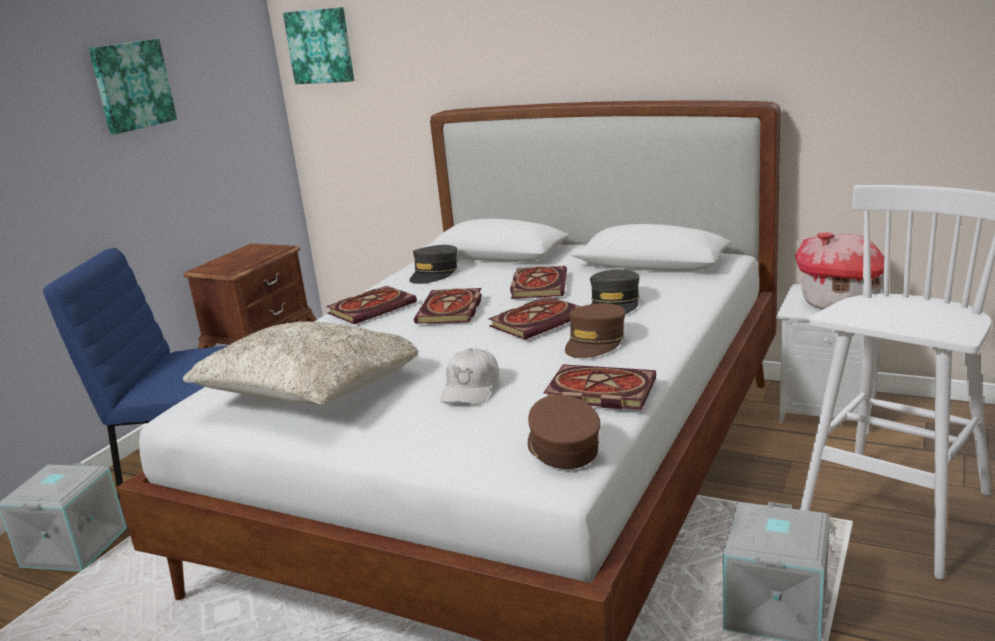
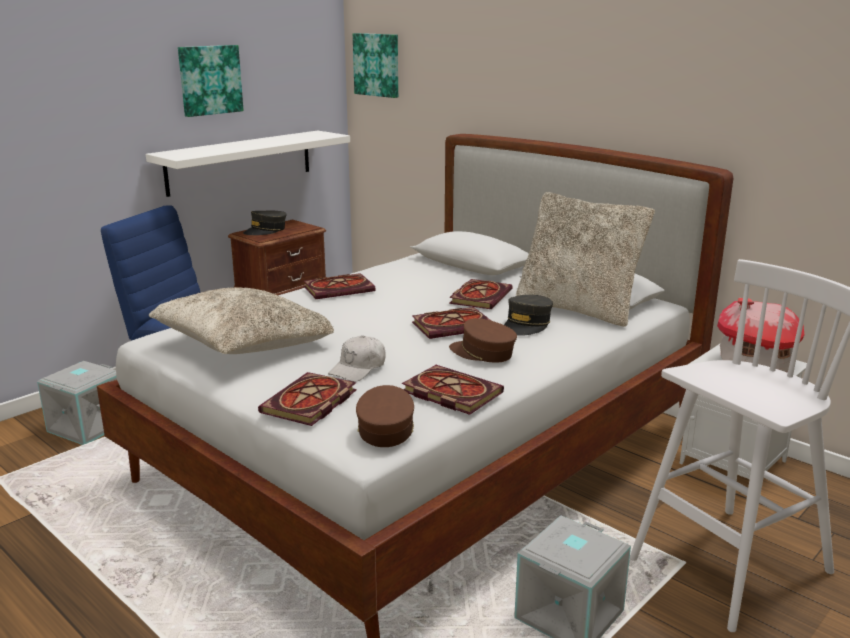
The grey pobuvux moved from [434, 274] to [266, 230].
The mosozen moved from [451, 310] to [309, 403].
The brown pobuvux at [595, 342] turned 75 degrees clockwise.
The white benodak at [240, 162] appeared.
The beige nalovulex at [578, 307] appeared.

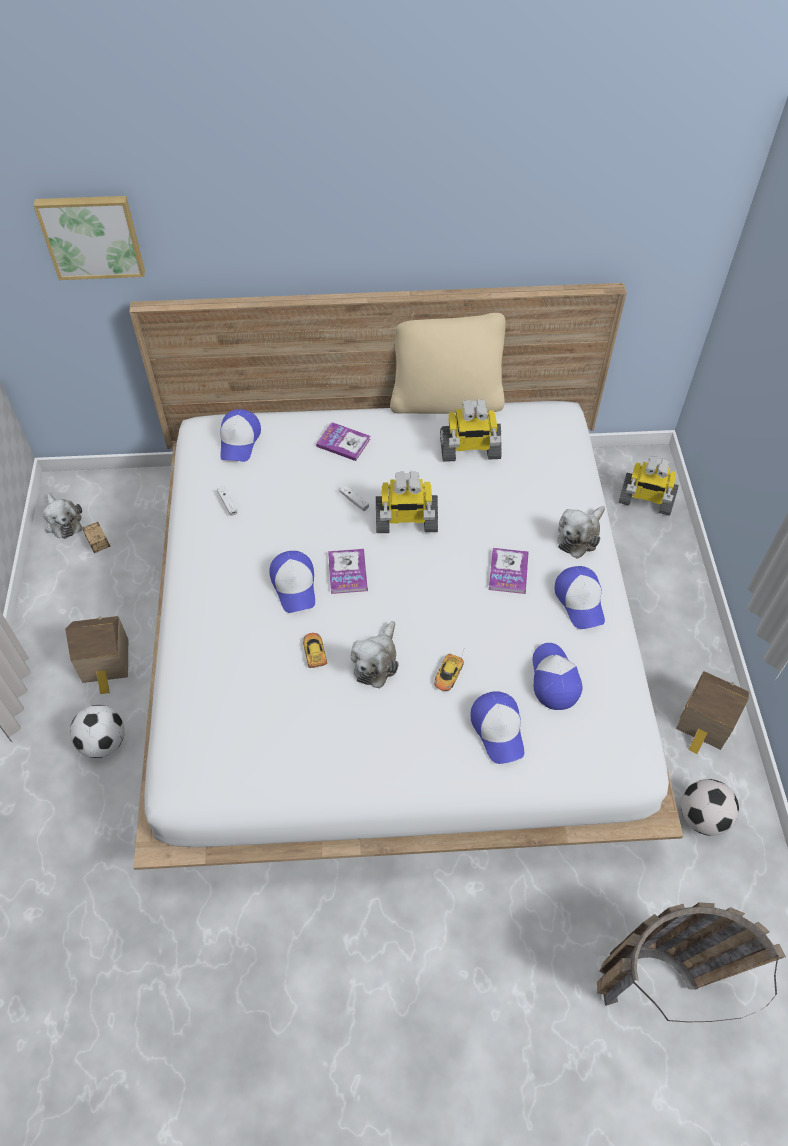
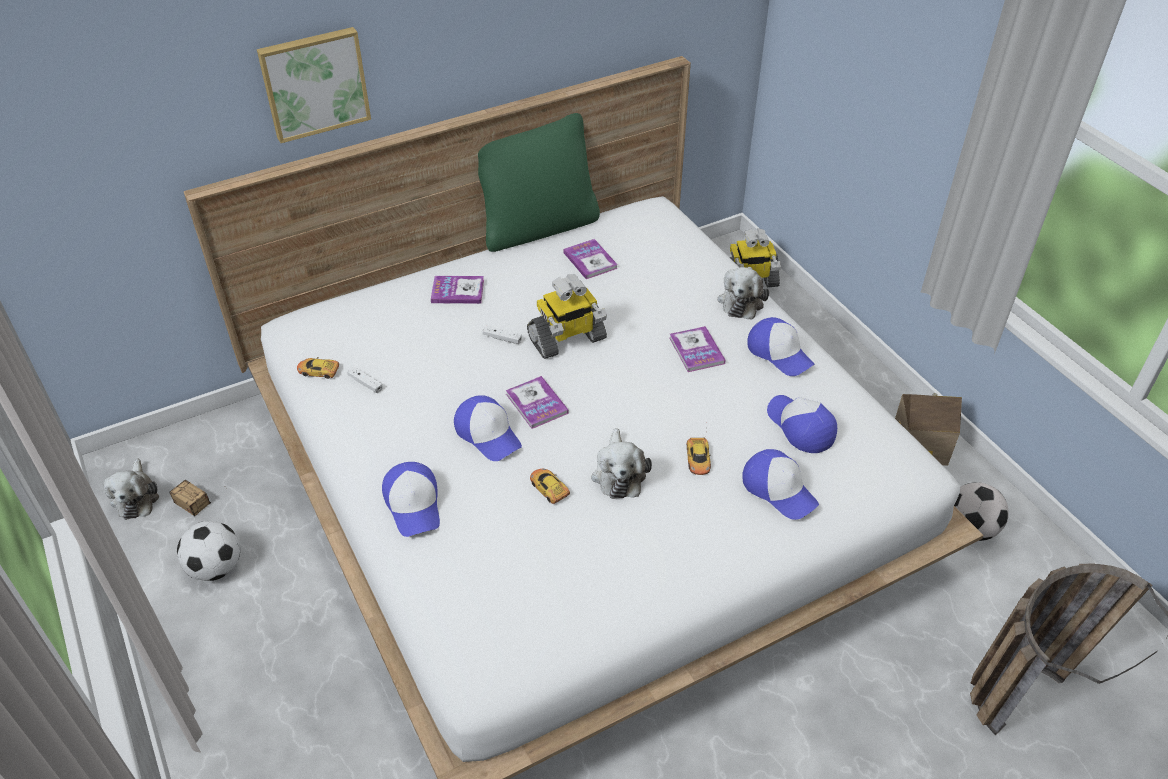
The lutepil moved from [92, 235] to [314, 83].
The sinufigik at [63, 521] turned 45 degrees clockwise.
The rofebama at [106, 663] disappeared.
The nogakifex moved from [103, 742] to [215, 568].
The pobuvux moved from [239, 441] to [414, 504].
The beige nalovulex at [446, 399] became the green nalovulex at [537, 226].
The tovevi at [469, 450] was replaced by the mosozen at [590, 260].
The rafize at [318, 370] appeared.

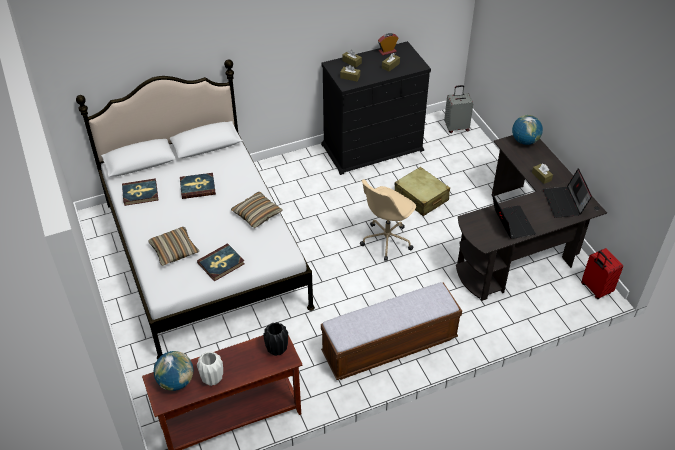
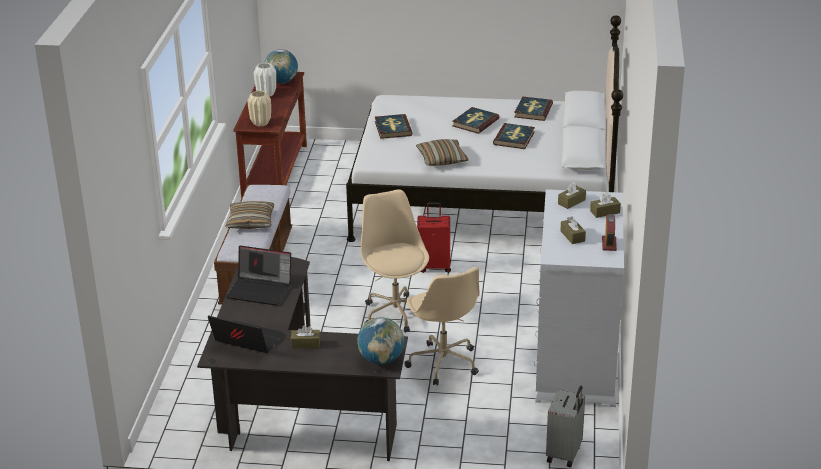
The nalovulex moved from [174, 250] to [250, 221].
The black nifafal at [276, 349] became the beige nifafal at [261, 123].
The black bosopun at [372, 147] became the white bosopun at [576, 361].
The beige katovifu at [421, 198] was replaced by the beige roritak at [444, 365].
The red katovifu moved from [595, 289] to [434, 266].
The mosozen at [475, 122] appeared.

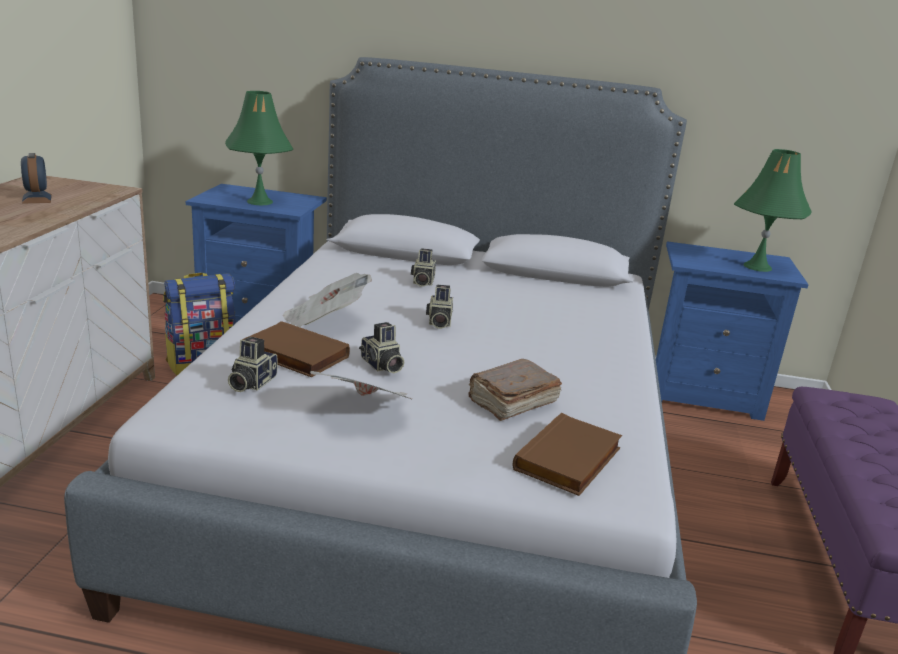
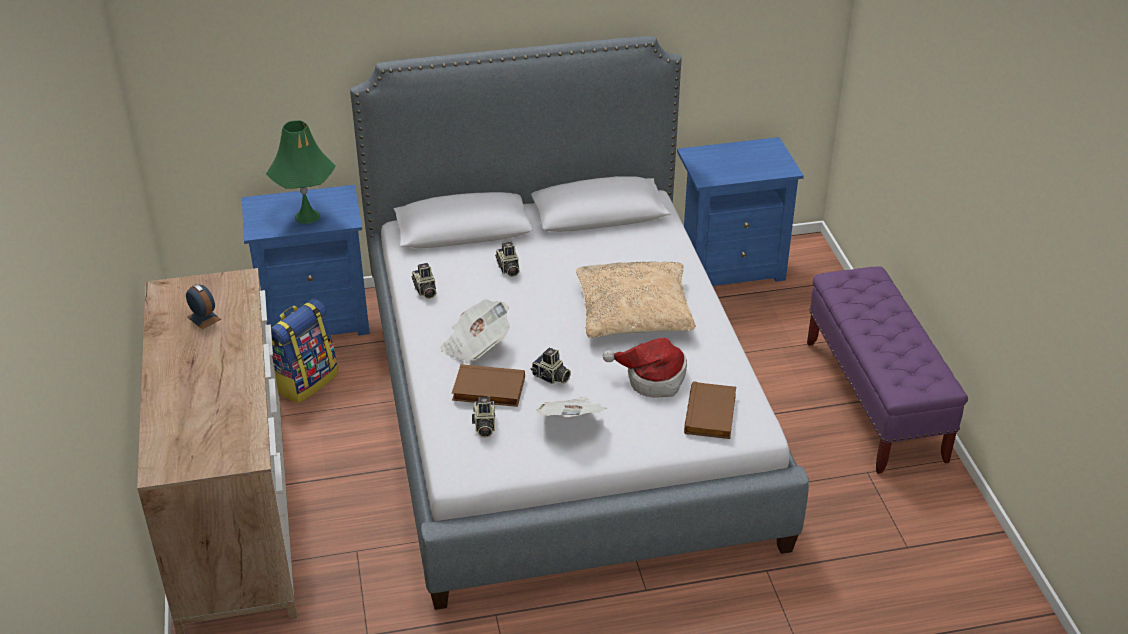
The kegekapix moved from [438, 322] to [425, 290].
The brown mosozen at [511, 402] was replaced by the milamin at [652, 379].
The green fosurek at [757, 266] disappeared.
The beige nalovulex at [635, 312] appeared.

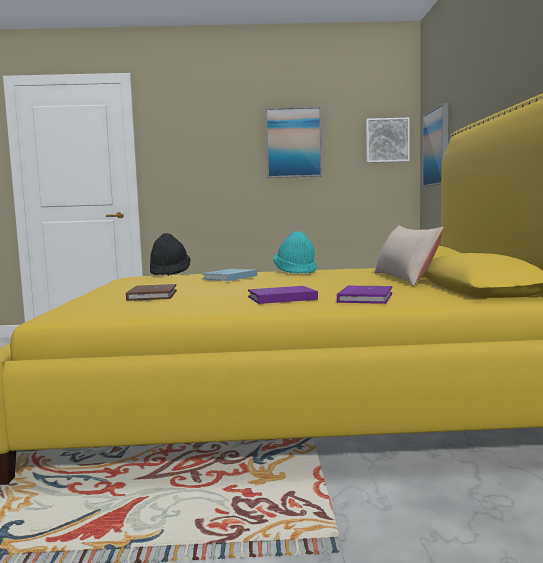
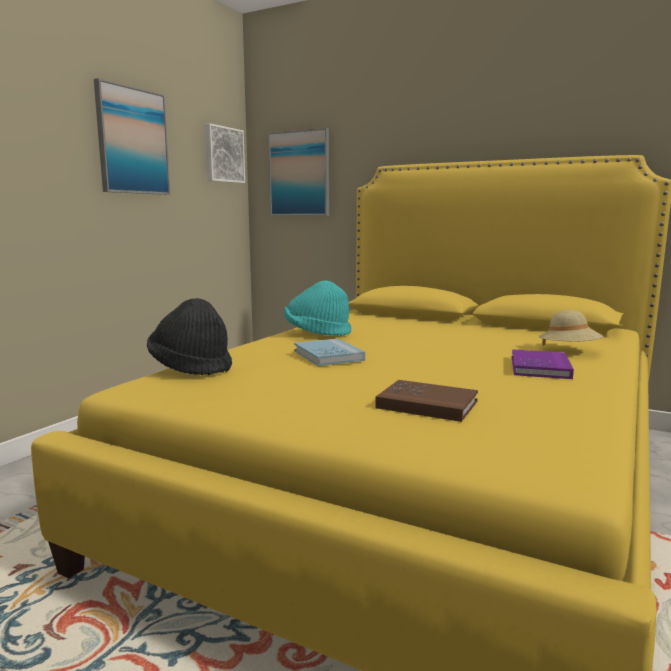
The purple mosozen at [365, 298] was replaced by the beige milamin at [569, 351].
The beige nalovulex at [405, 278] disappeared.

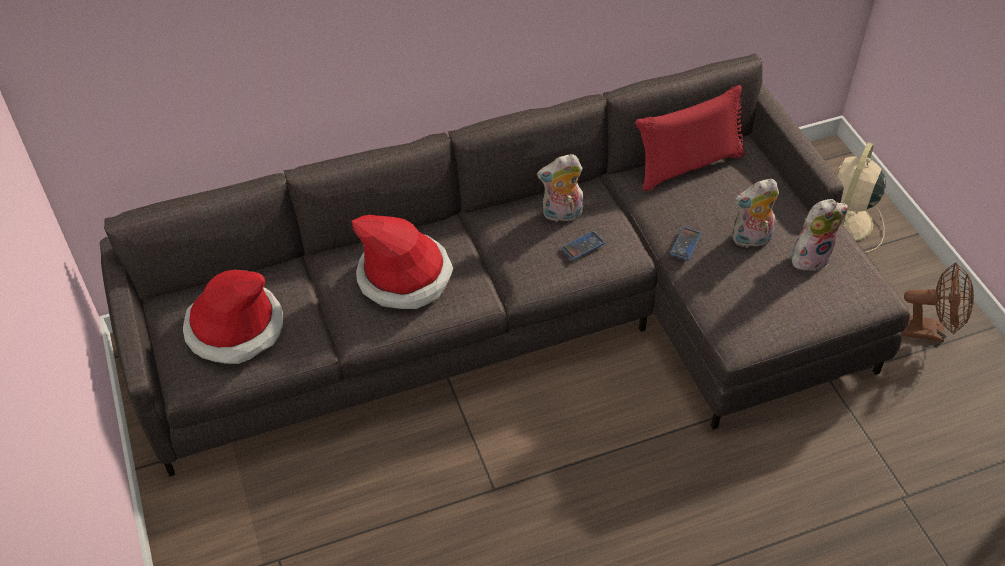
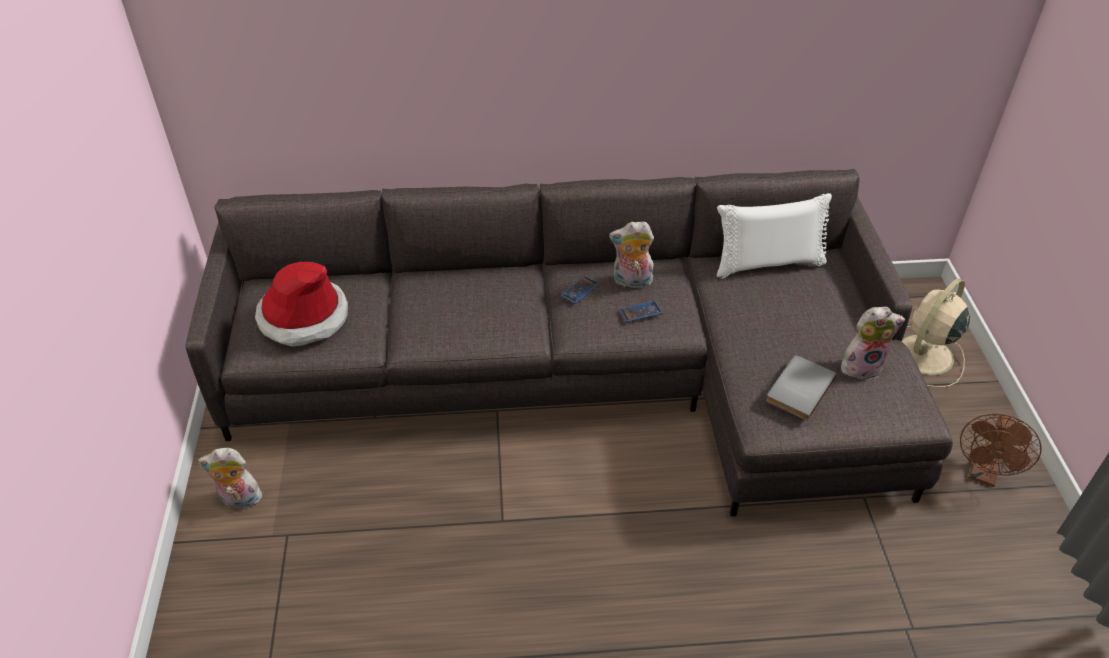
The milamin at [405, 276] disappeared.
The red nalovulex at [687, 165] became the white nalovulex at [768, 263].
The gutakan moved from [685, 244] to [580, 290].
The sinufigik moved from [751, 240] to [239, 500].
The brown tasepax at [930, 331] turned 90 degrees clockwise.
The grey mosozen at [798, 388] appeared.

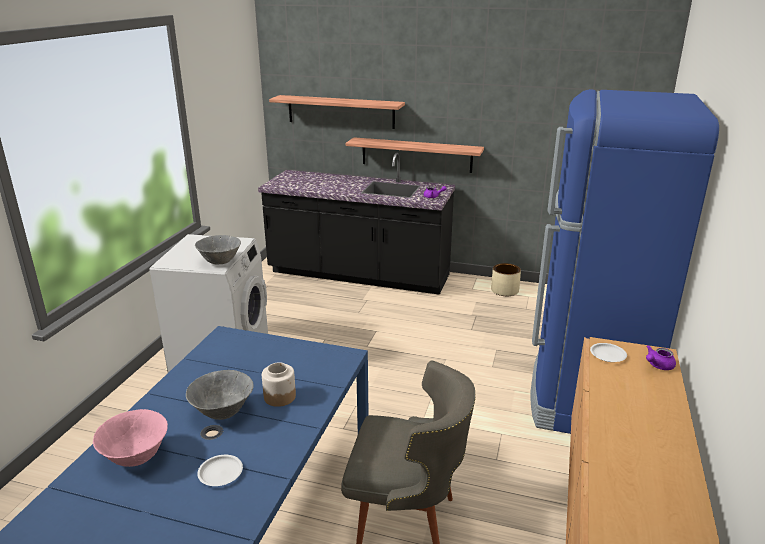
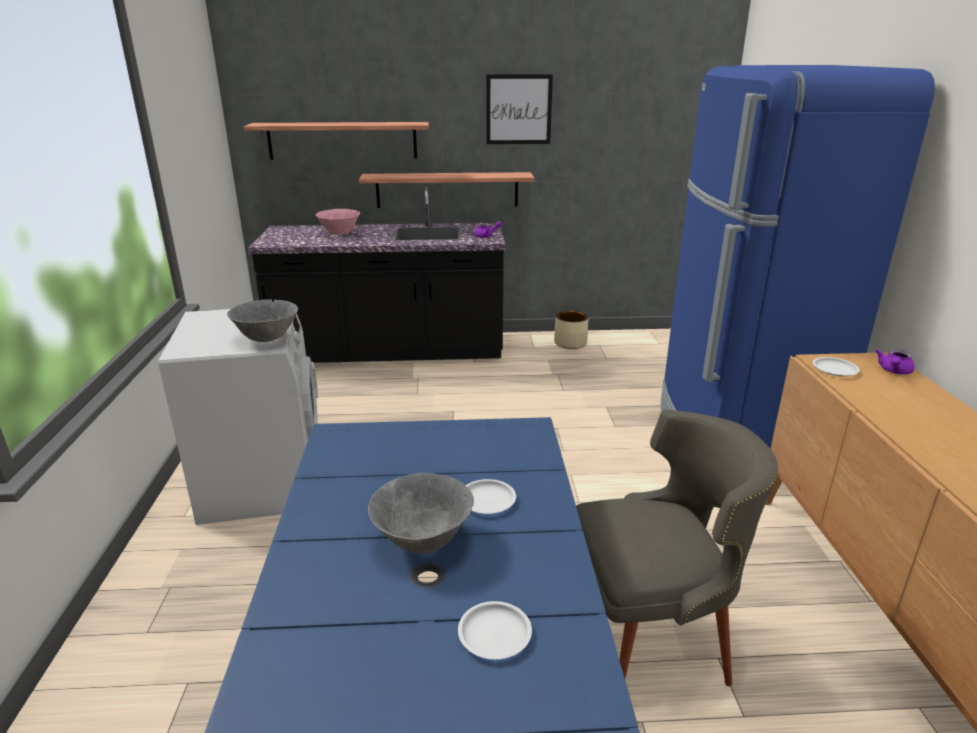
The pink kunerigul moved from [136, 458] to [340, 234].
The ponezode at [280, 396] was replaced by the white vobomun at [487, 500].
The lutepil at [518, 109] appeared.

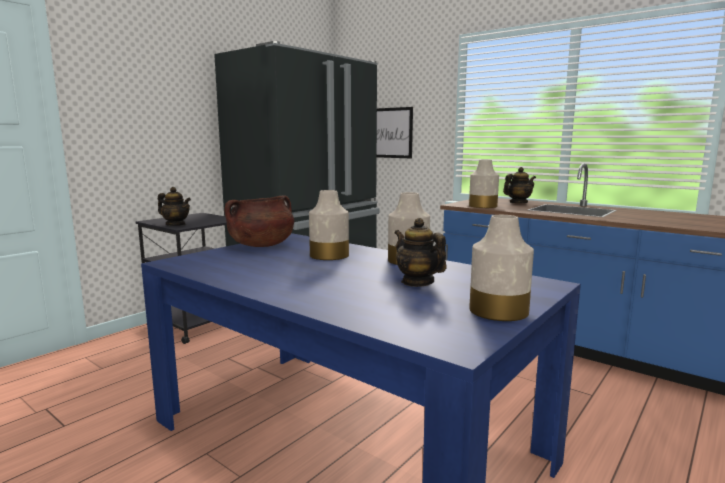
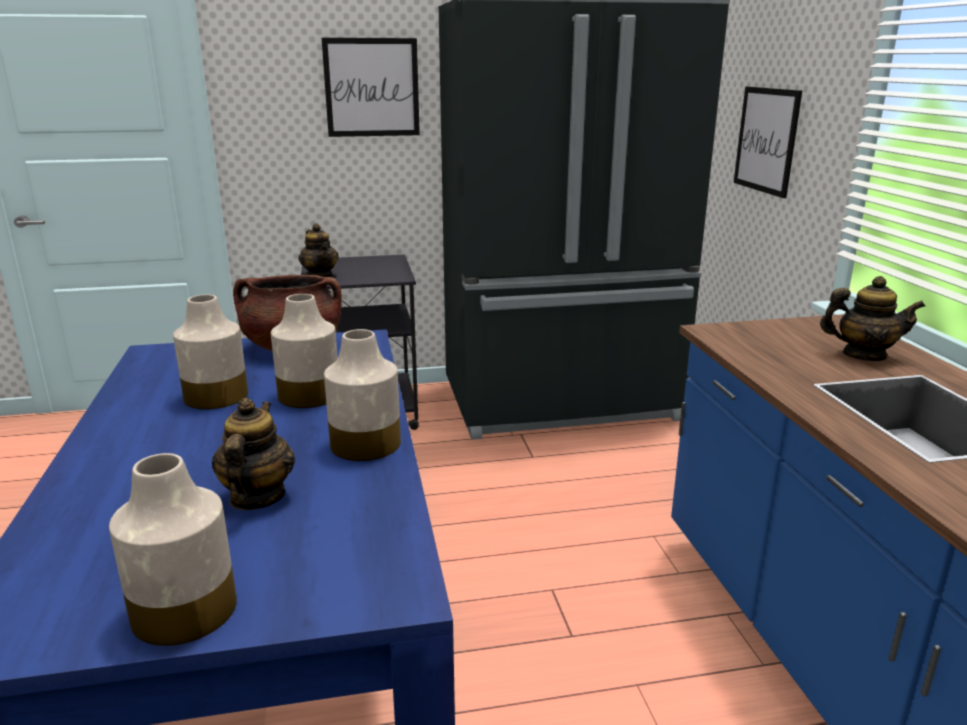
The beige nifafal moved from [482, 206] to [216, 395].
The lutepil at [372, 88] appeared.

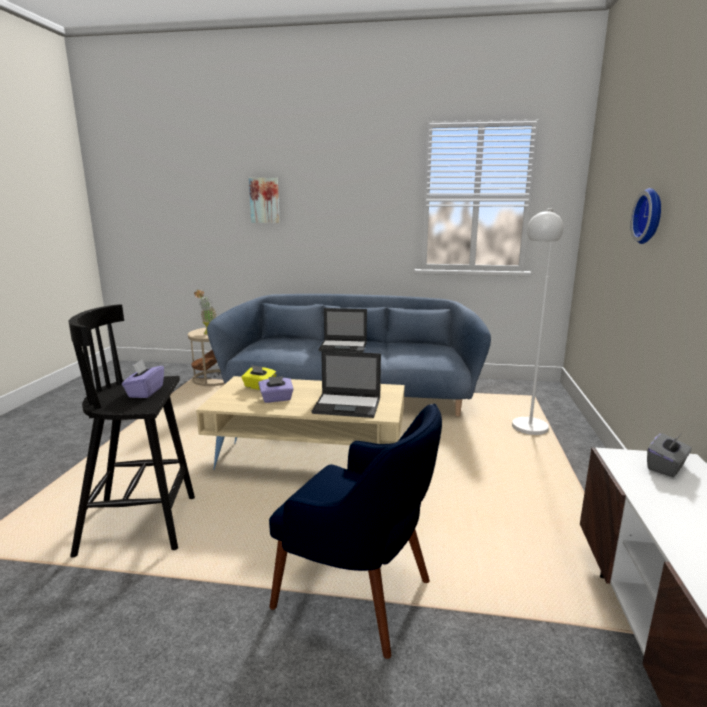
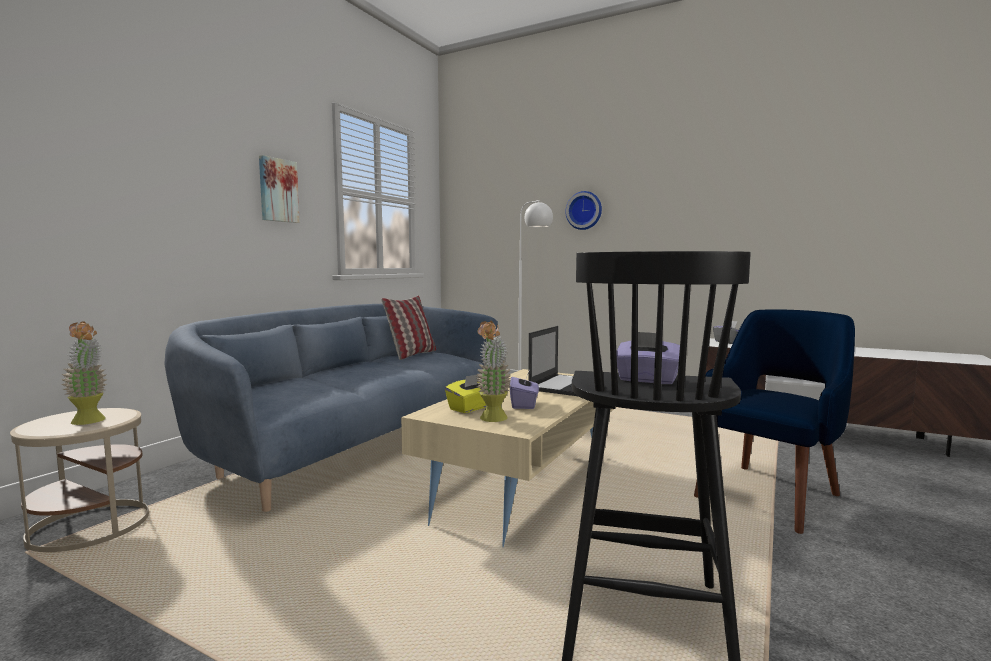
The lutepil moved from [265, 200] to [277, 190].
The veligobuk at [344, 346] disappeared.
The nalovulex at [411, 354] appeared.
The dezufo at [492, 420] appeared.

